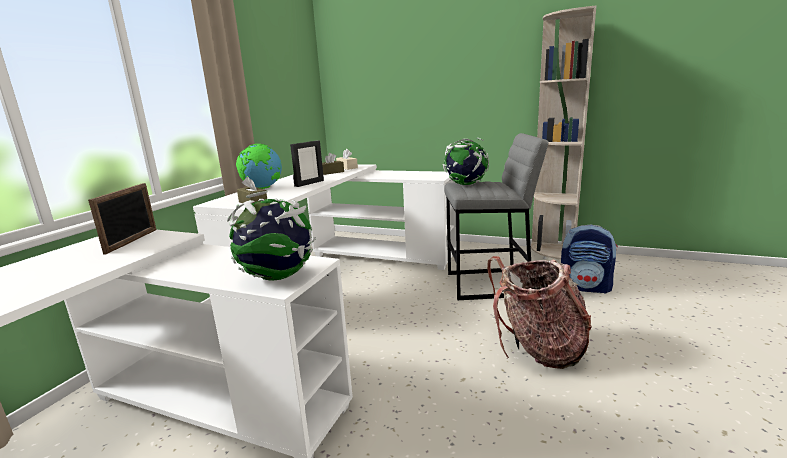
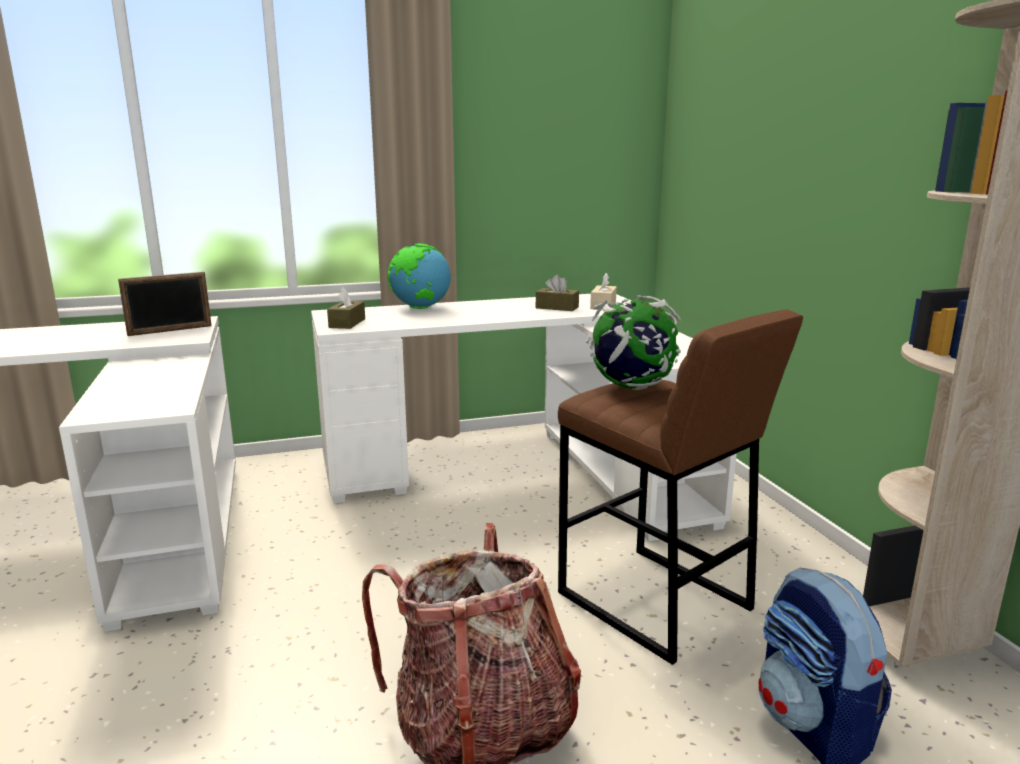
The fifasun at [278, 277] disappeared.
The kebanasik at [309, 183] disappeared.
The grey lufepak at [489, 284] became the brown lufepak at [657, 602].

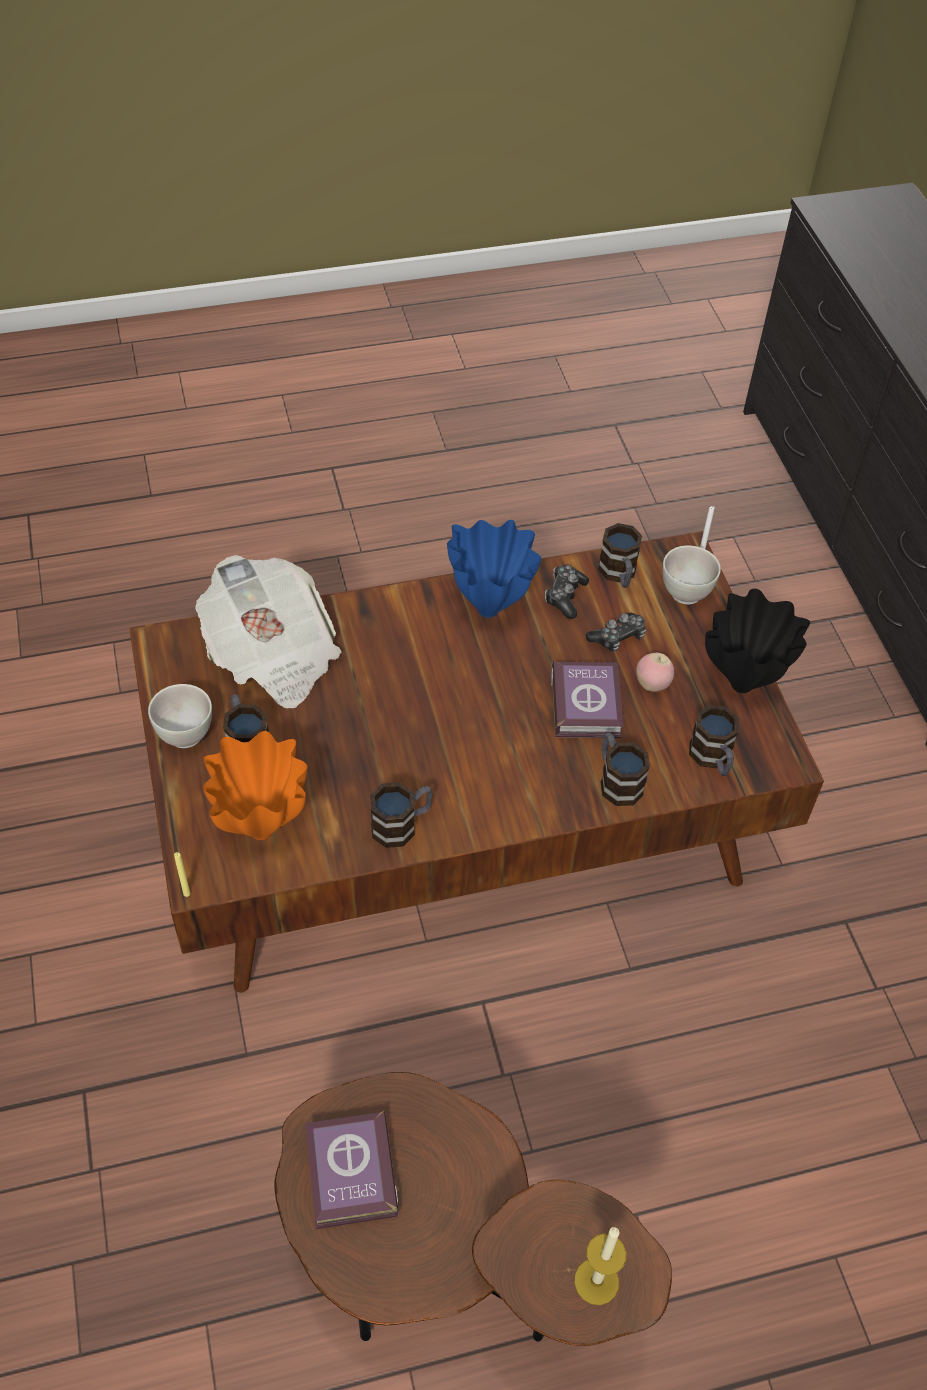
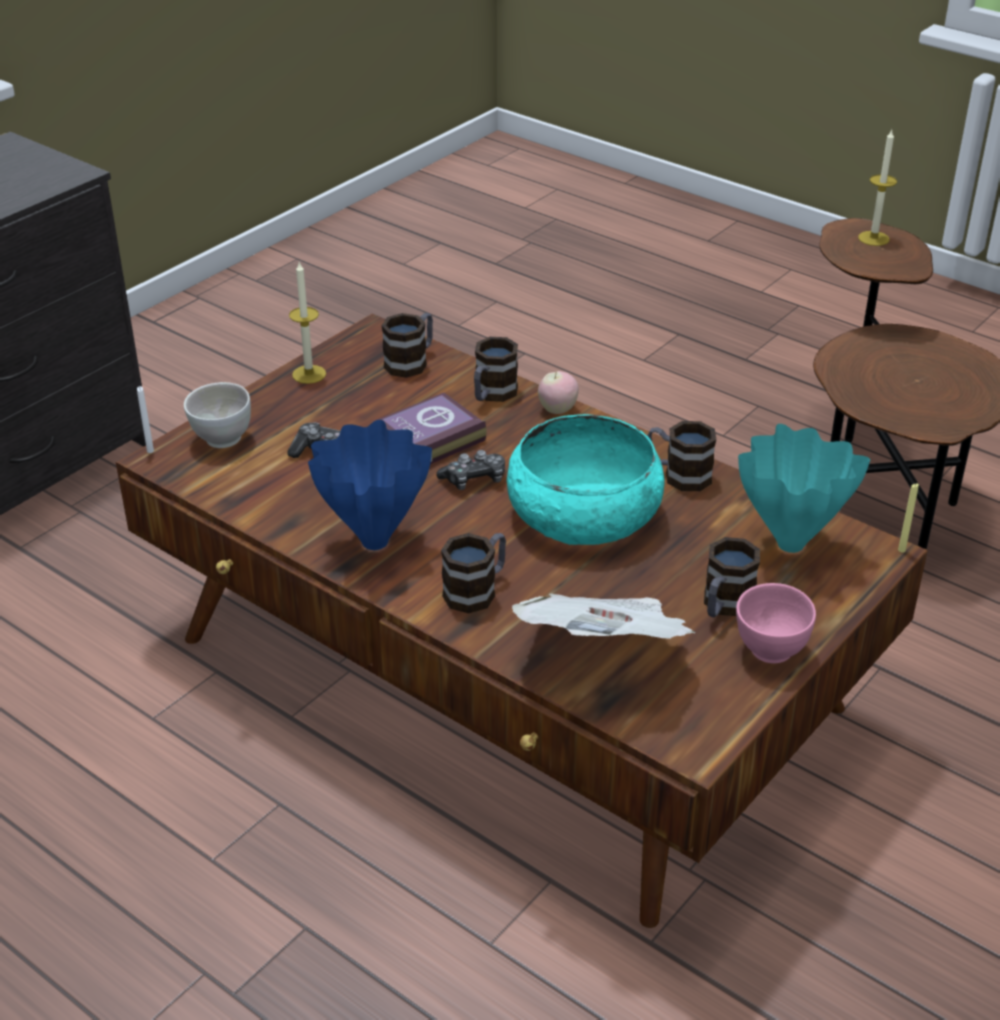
The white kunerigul at [185, 734] became the pink kunerigul at [770, 651].
The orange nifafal at [263, 828] became the turquoise nifafal at [788, 544].
The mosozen at [349, 1176] disappeared.
The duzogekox moved from [565, 596] to [474, 480].
The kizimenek moved from [619, 574] to [477, 590].
The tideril moved from [652, 685] to [557, 410].
The black nifafal at [743, 684] was replaced by the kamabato at [309, 374].
The turquoise kunerigul at [584, 513] appeared.

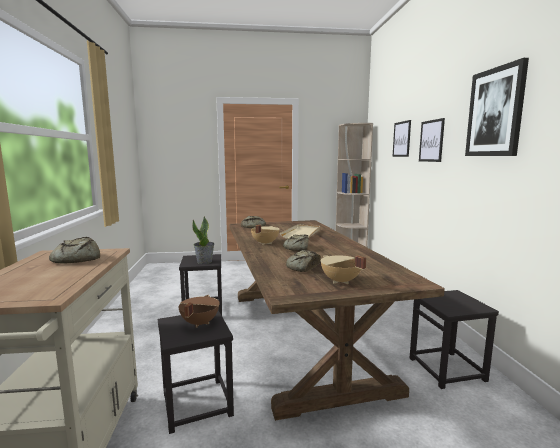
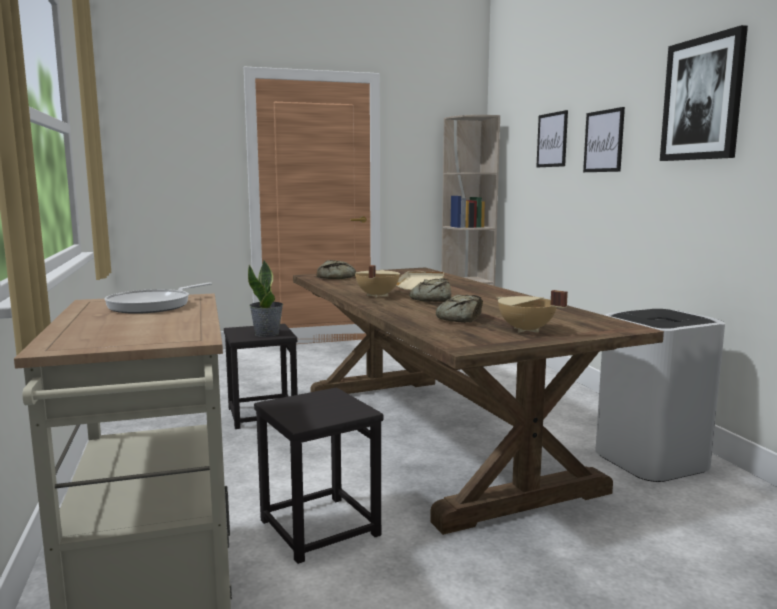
The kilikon at [76, 259] was replaced by the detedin at [154, 305].
The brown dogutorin at [199, 323] disappeared.
The black lufepak at [447, 369] was replaced by the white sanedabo at [652, 460].

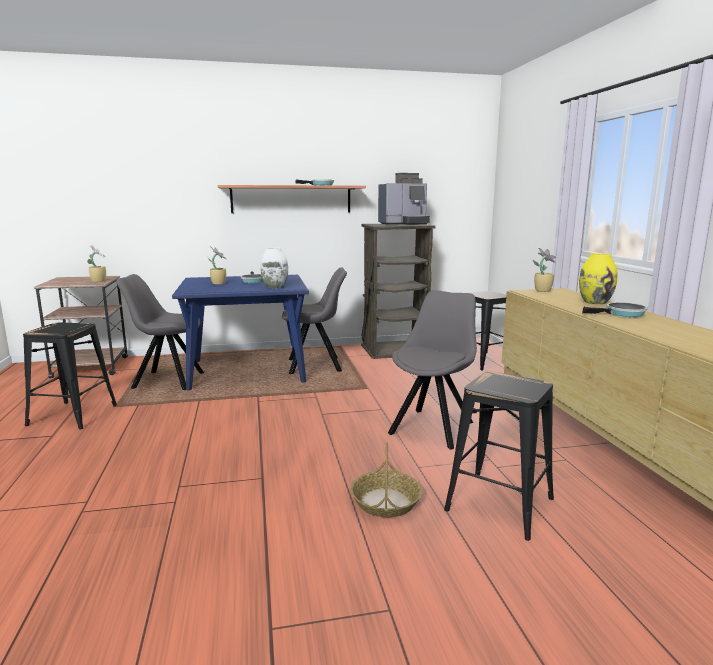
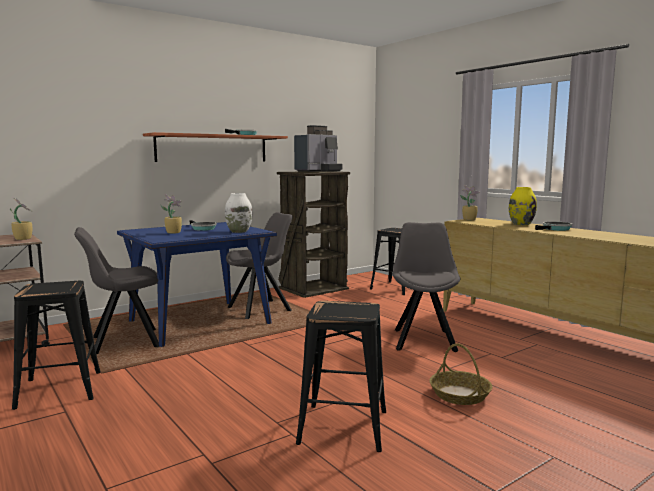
The black lufepak moved from [499, 504] to [343, 427].

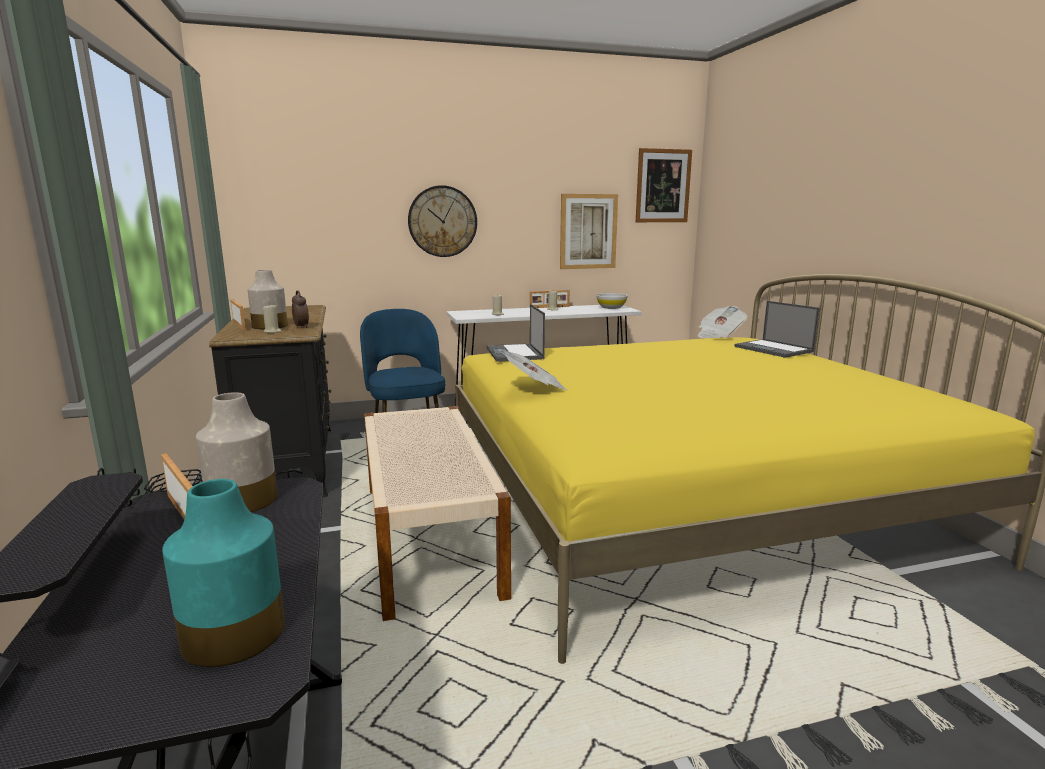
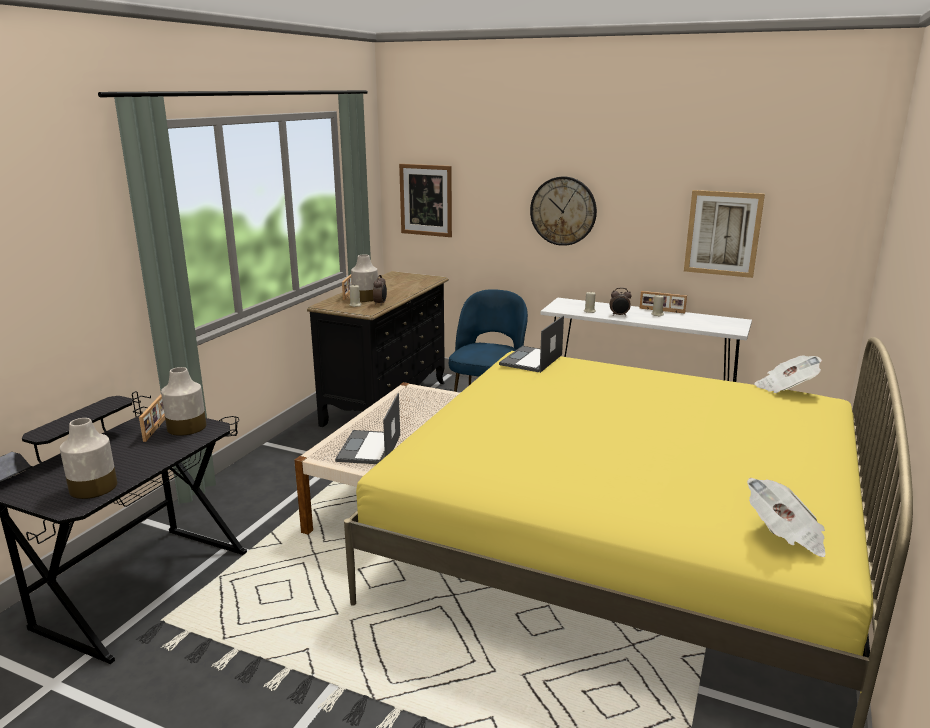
The turquoise nifafal at [232, 633] became the beige nifafal at [93, 487].
The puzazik moved from [534, 387] to [784, 535].
The white kunerigul at [611, 307] disappeared.
The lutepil moved from [663, 186] to [426, 200].
The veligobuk moved from [774, 349] to [369, 448].
The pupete at [619, 315] appeared.

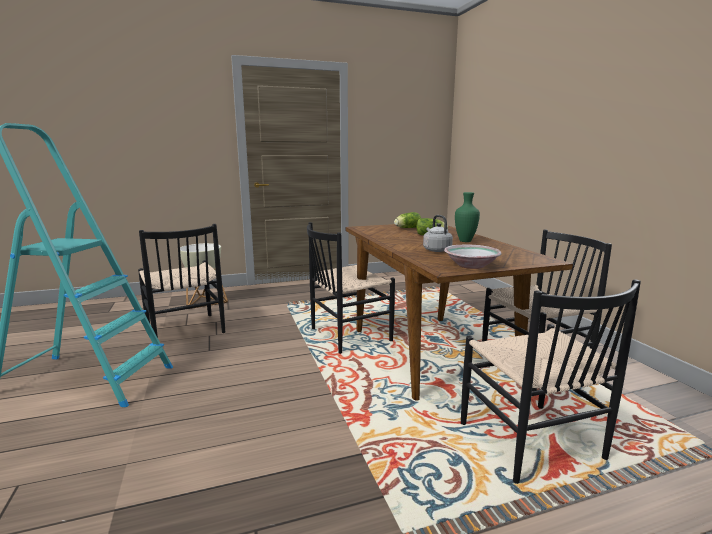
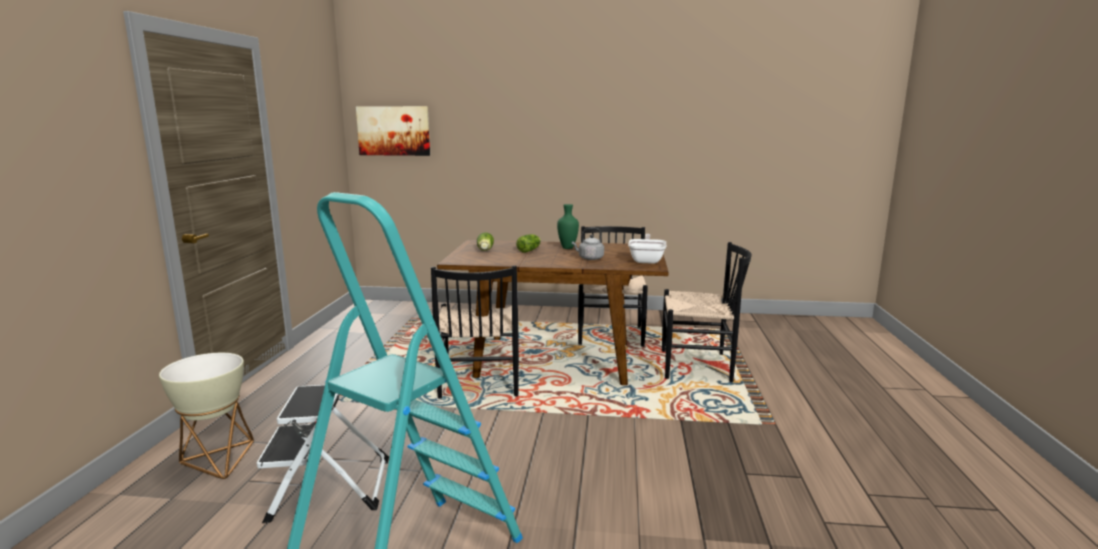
The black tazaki at [186, 331] was replaced by the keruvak at [328, 485].
The kunerigul at [471, 265] was replaced by the detedin at [647, 260].
The lutepil at [394, 131] appeared.

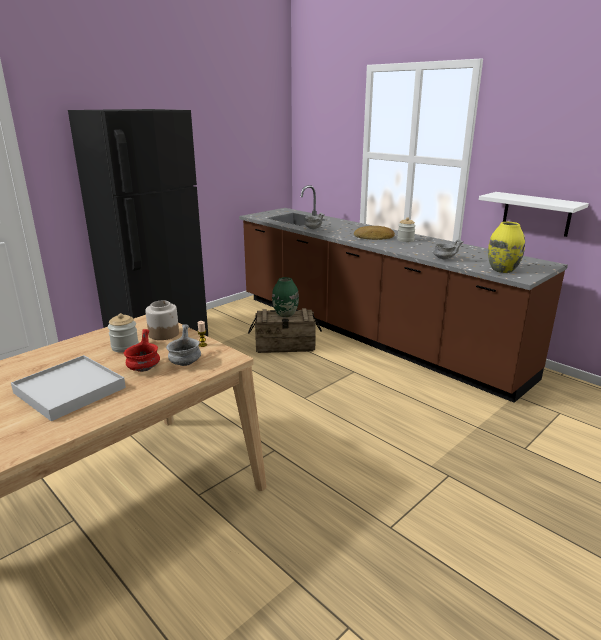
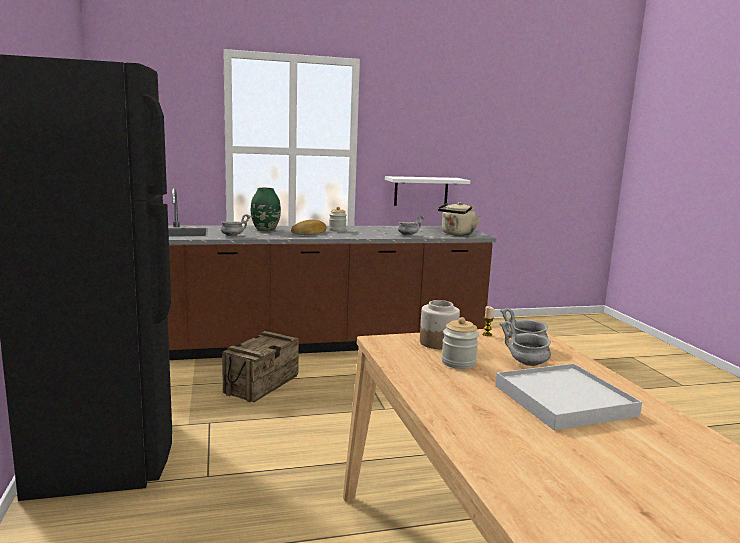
The red kunerigul at [143, 368] became the grey kunerigul at [527, 363].
The green nifafal moved from [285, 314] to [265, 230].
The yellow nifafal at [502, 270] was replaced by the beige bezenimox at [456, 234].

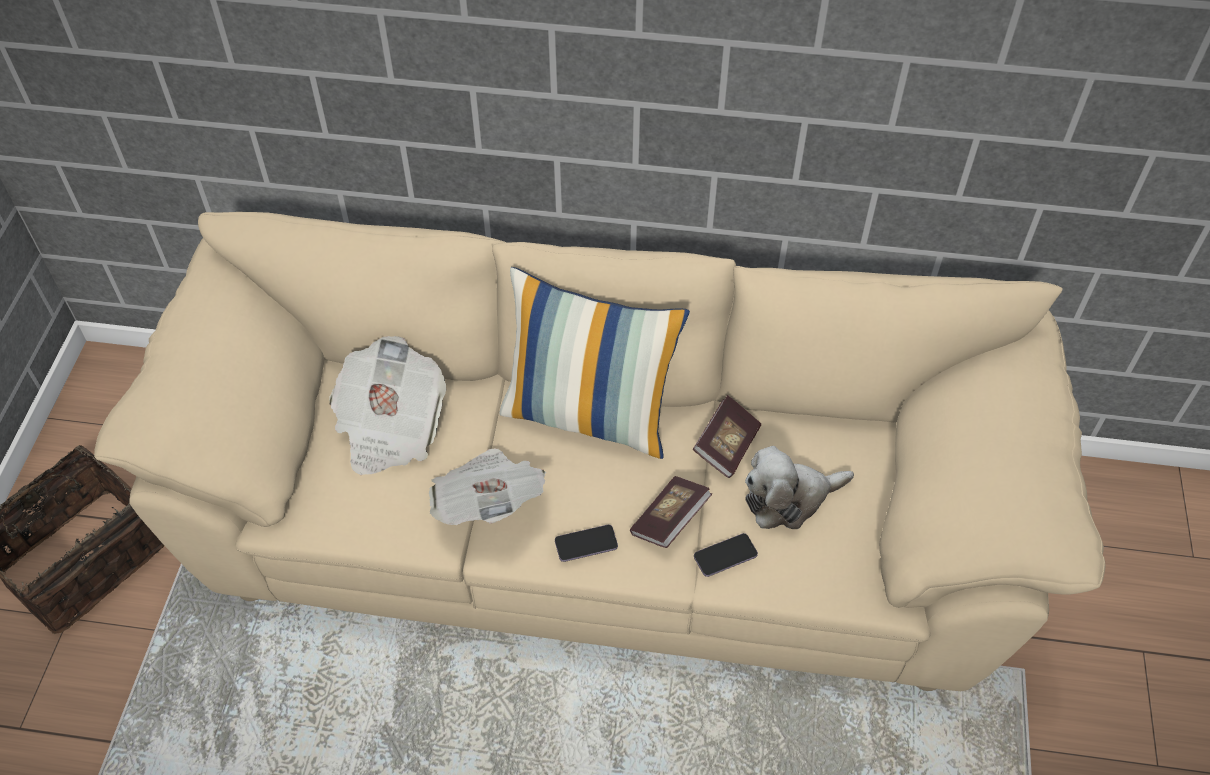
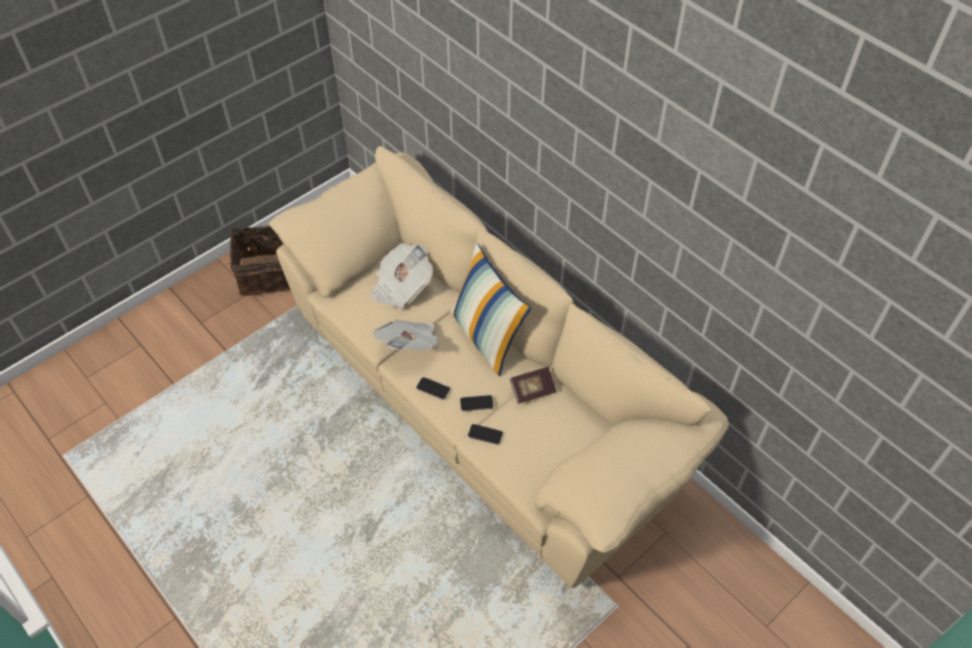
The mosozen at [669, 520] was replaced by the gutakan at [476, 403].
The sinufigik at [789, 499] disappeared.

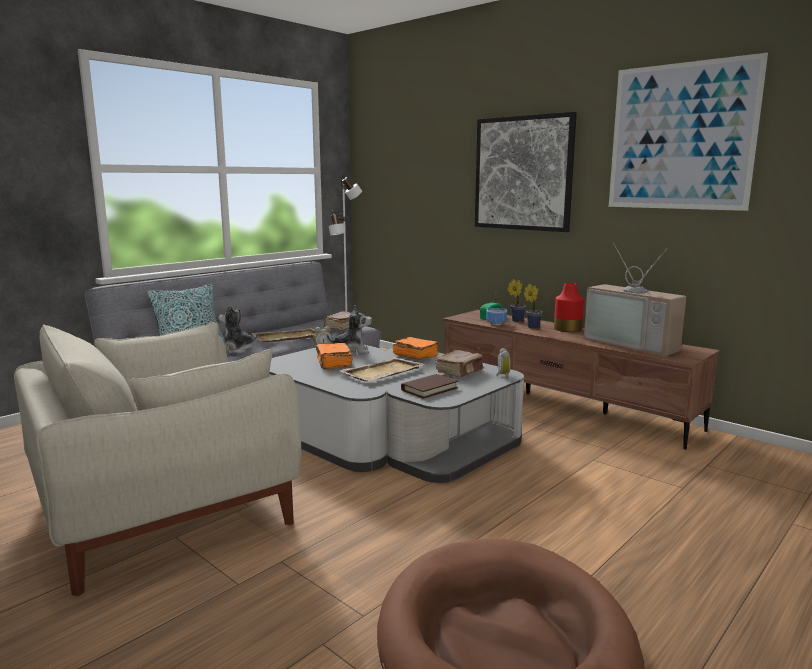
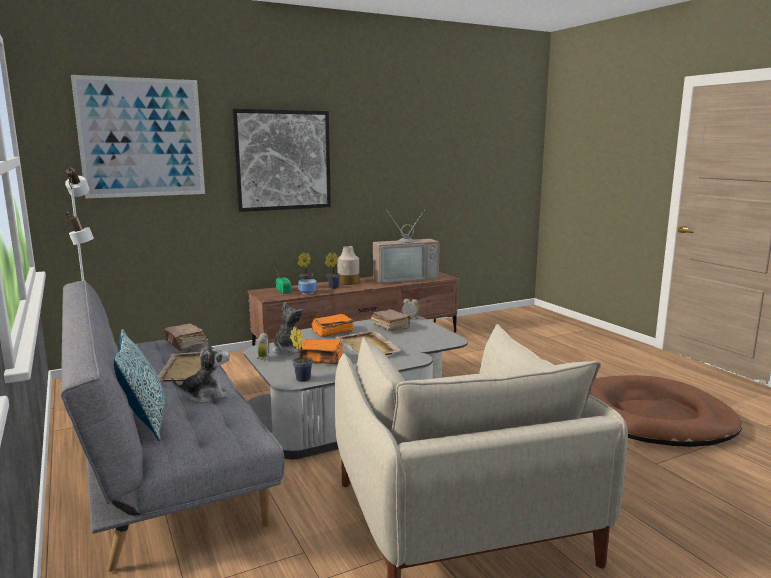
The sinufigik at [237, 350] turned 150 degrees counterclockwise.
The brown mosozen at [429, 389] disappeared.
The red nifafal at [567, 329] became the beige nifafal at [348, 282].
The lutepil moved from [680, 137] to [142, 138].
The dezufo at [302, 378] appeared.

